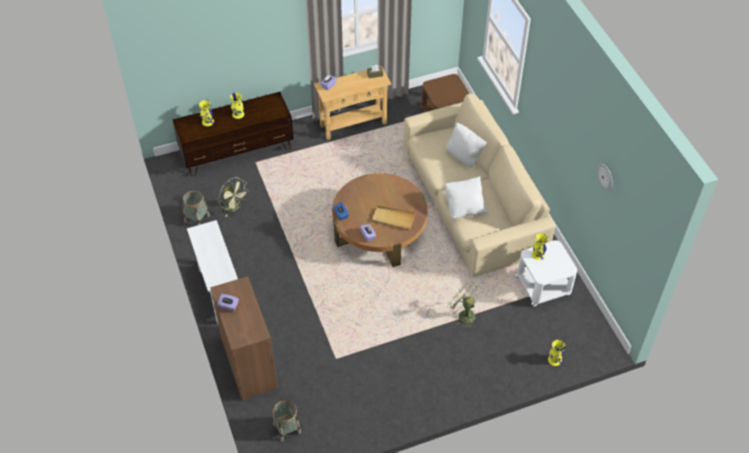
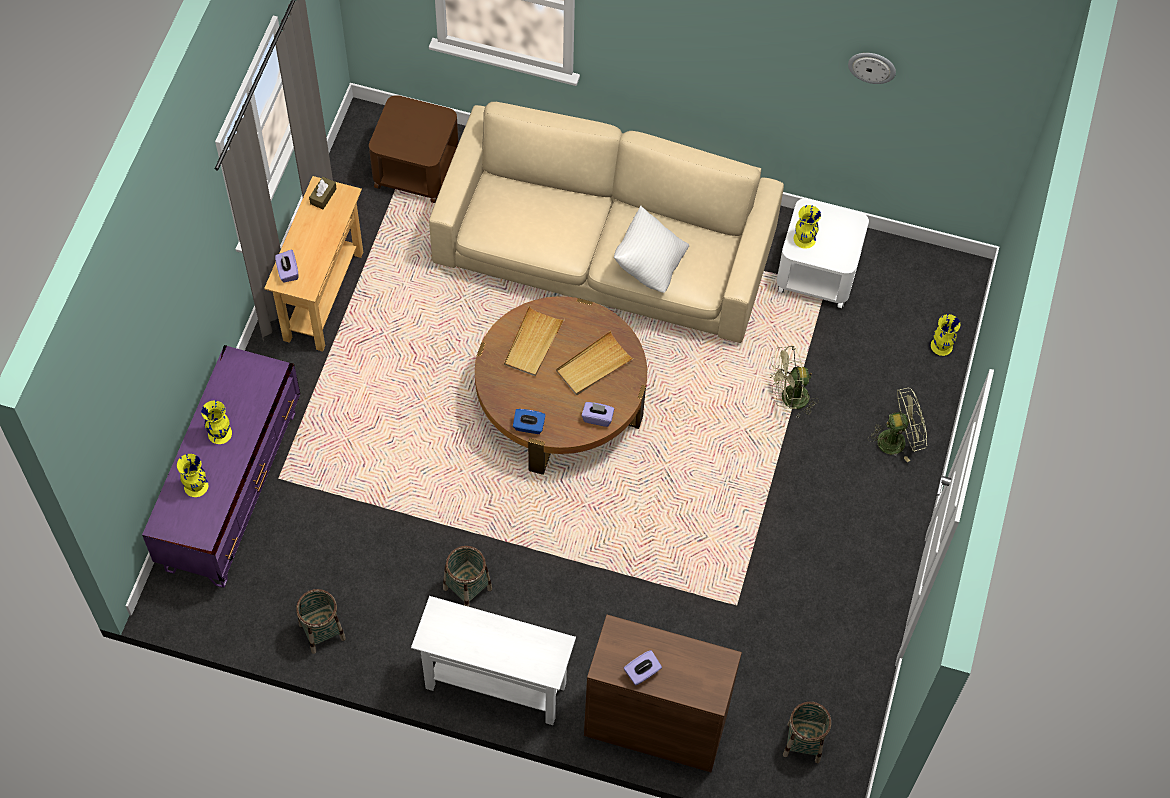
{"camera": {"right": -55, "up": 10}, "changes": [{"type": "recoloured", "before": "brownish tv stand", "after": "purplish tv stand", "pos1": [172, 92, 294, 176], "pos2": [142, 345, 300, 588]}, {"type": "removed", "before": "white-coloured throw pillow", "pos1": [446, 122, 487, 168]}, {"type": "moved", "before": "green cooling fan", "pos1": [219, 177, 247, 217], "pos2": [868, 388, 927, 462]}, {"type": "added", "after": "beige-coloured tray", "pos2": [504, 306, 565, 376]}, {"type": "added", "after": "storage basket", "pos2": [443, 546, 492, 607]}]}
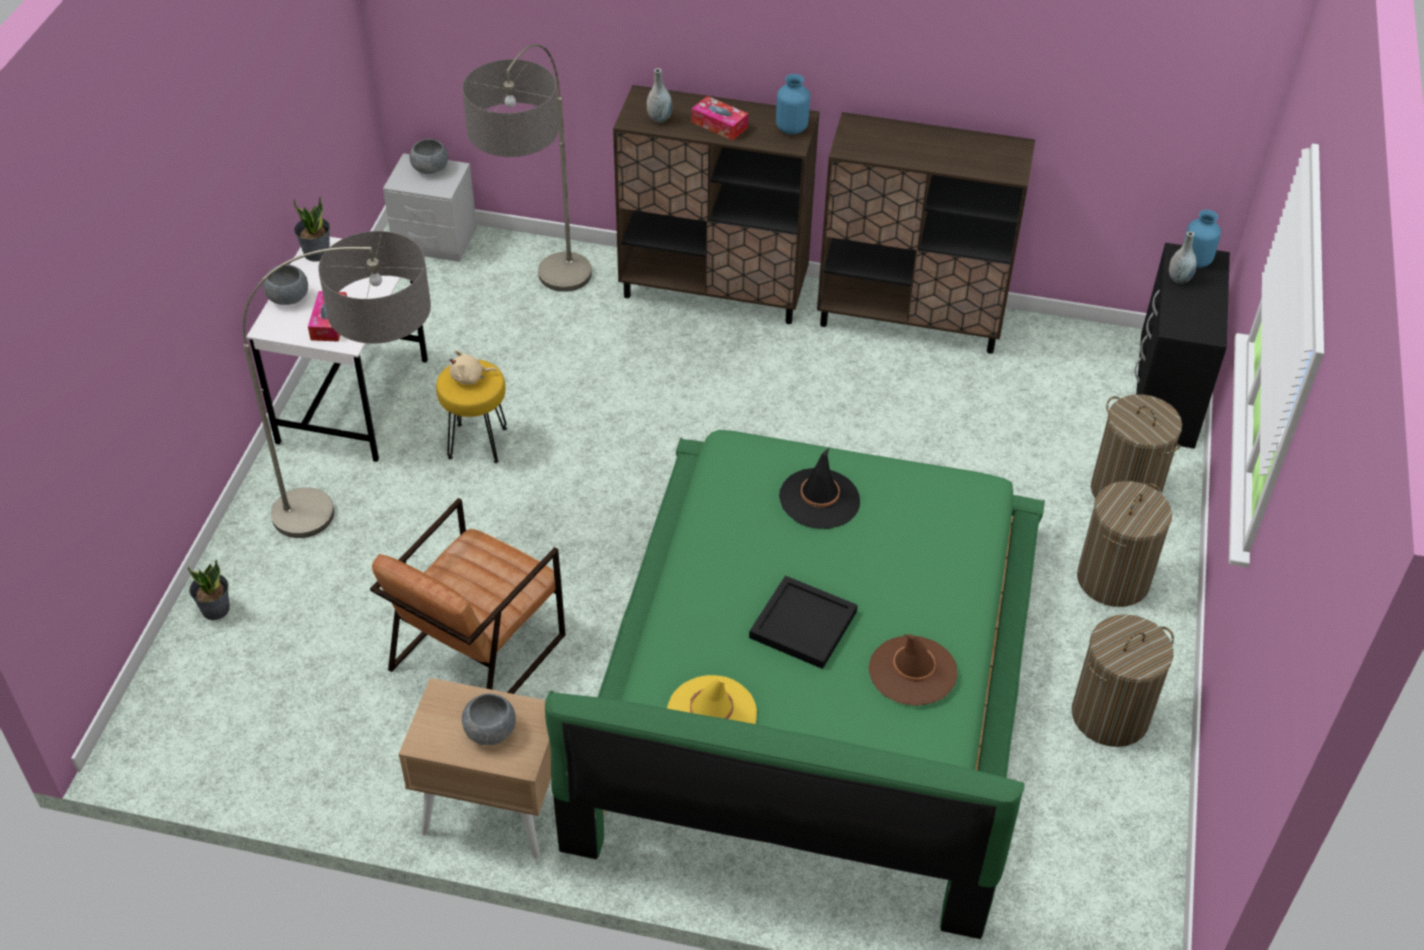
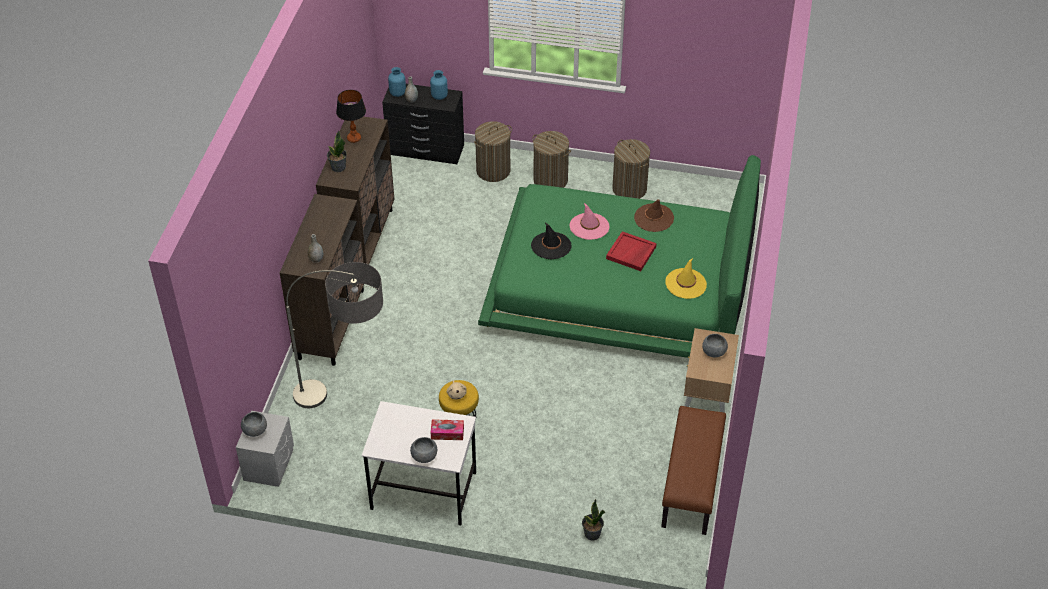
{"camera": {"right": -90, "up": 0}, "changes": [{"type": "moved", "before": "blue-coloured vase", "pos1": [776, 74, 810, 134], "pos2": [430, 70, 448, 100]}, {"type": "removed", "before": "tissue holder", "pos1": [692, 96, 748, 141]}, {"type": "moved", "before": "houseplant", "pos1": [294, 196, 330, 262], "pos2": [327, 130, 347, 172]}, {"type": "removed", "before": "standing lamp", "pos1": [242, 231, 431, 538]}, {"type": "removed", "before": "brownish easy chair", "pos1": [370, 498, 566, 694]}, {"type": "recoloured", "before": "black-coloured tray", "after": "red tray", "pos1": [749, 575, 858, 669], "pos2": [606, 231, 657, 271]}, {"type": "added", "after": "table lamp", "pos2": [336, 90, 366, 143]}, {"type": "added", "after": "pink-coloured wearable hat", "pos2": [569, 203, 609, 240]}, {"type": "added", "after": "brownish indoor bench", "pos2": [661, 406, 726, 535]}]}
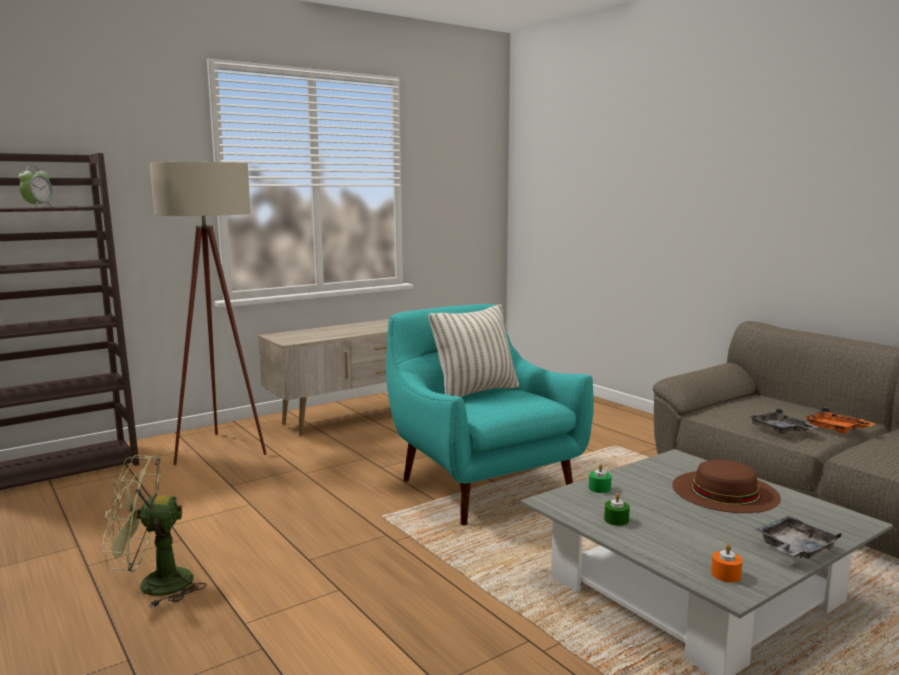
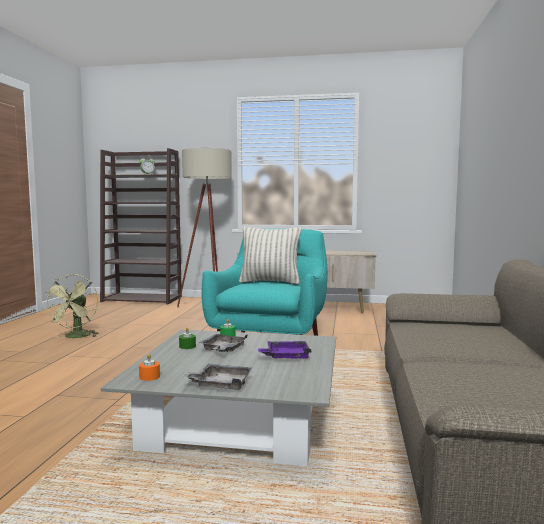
{"camera": {"right": 45, "up": -5}, "changes": [{"type": "removed", "before": "orange-coloured tray", "pos1": [804, 407, 876, 434]}, {"type": "moved", "before": "greyish tray", "pos1": [747, 408, 818, 434], "pos2": [199, 334, 247, 352]}, {"type": "turned", "before": "green cooling fan", "pos1": [103, 455, 207, 608], "pos2": [43, 274, 99, 338], "turn": -120}, {"type": "replaced", "before": "brownish wearable hat", "after": "purplish tray", "pos1": [672, 460, 781, 513], "pos2": [258, 341, 312, 358]}]}
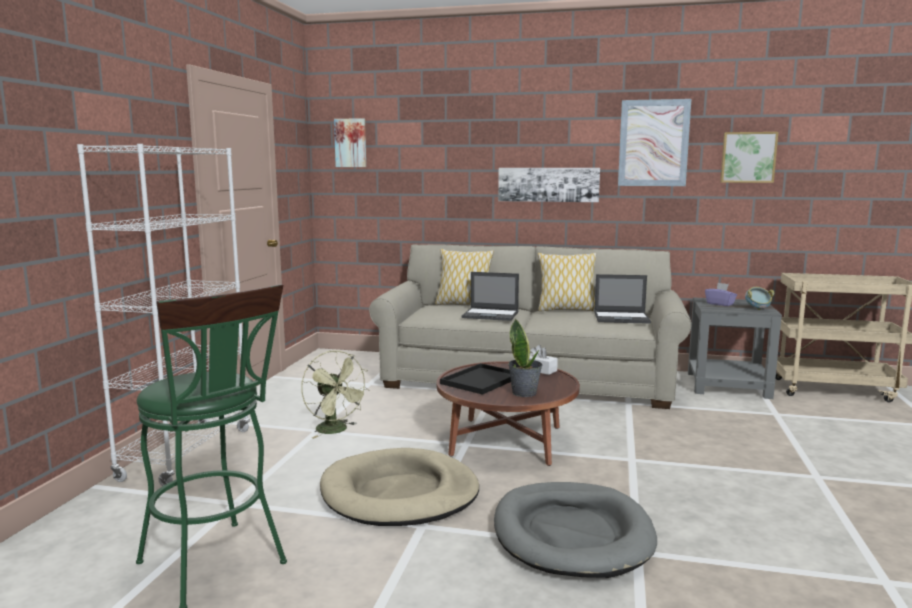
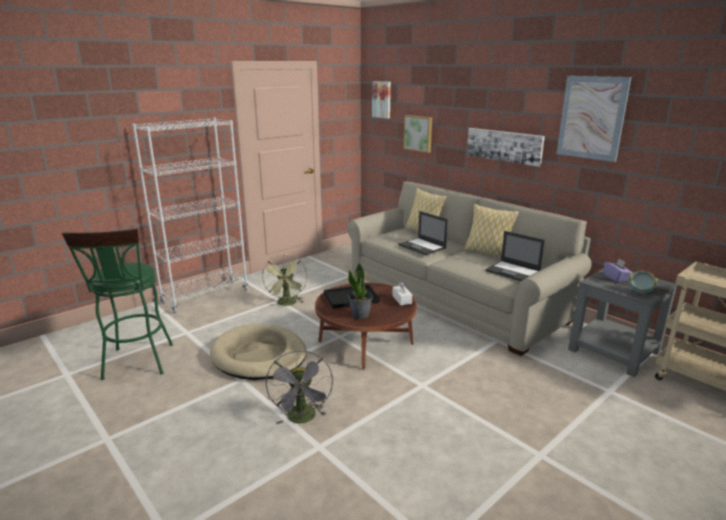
{"camera": {"right": 35, "up": 10}, "changes": [{"type": "moved", "before": "picture", "pos1": [720, 132, 778, 183], "pos2": [403, 115, 432, 153]}, {"type": "replaced", "before": "greyish dog cushion", "after": "greyish cooling fan", "pos1": [494, 482, 657, 578], "pos2": [266, 351, 333, 424]}]}
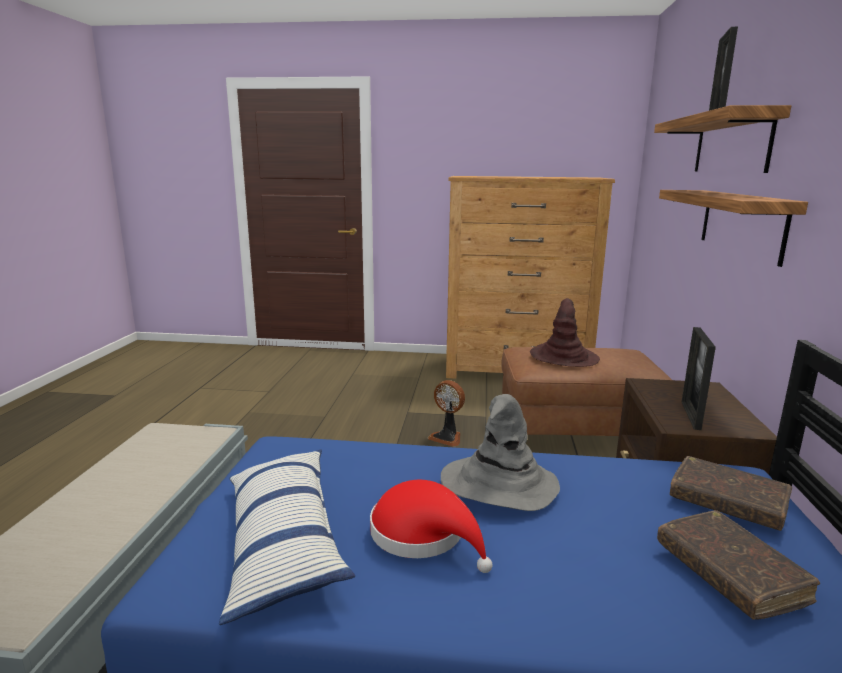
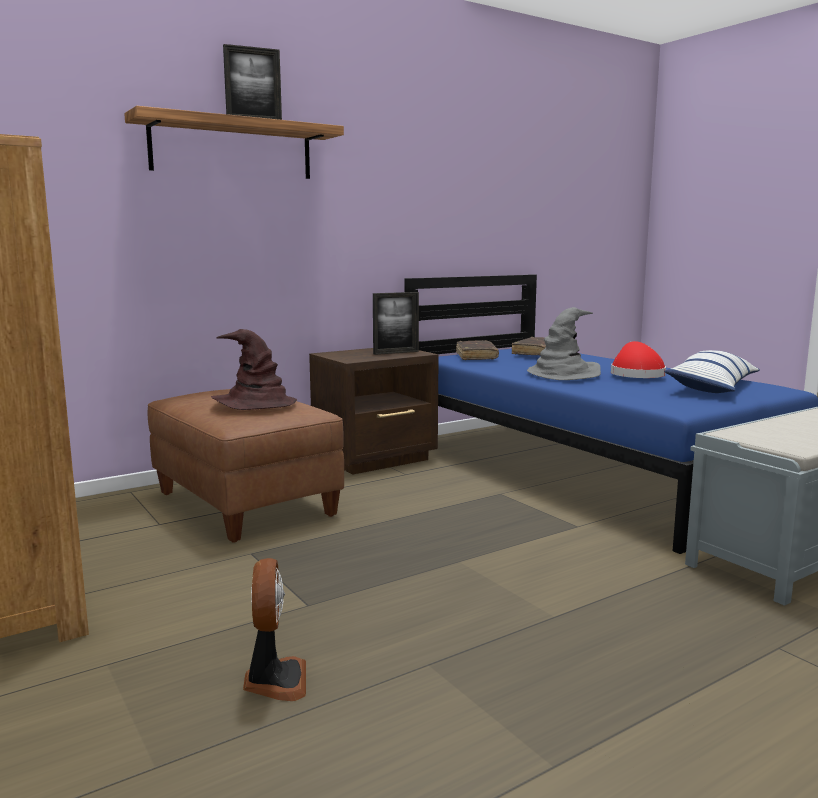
{"camera": {"right": -130, "up": -5}, "changes": [{"type": "removed", "before": "shelf", "pos1": [659, 190, 808, 267]}, {"type": "moved", "before": "cooling fan", "pos1": [428, 380, 465, 447], "pos2": [243, 558, 306, 701]}]}
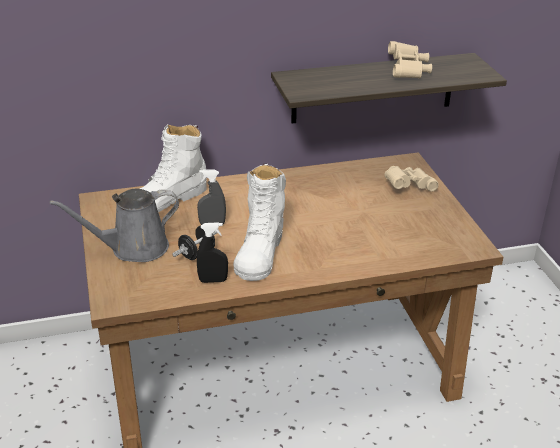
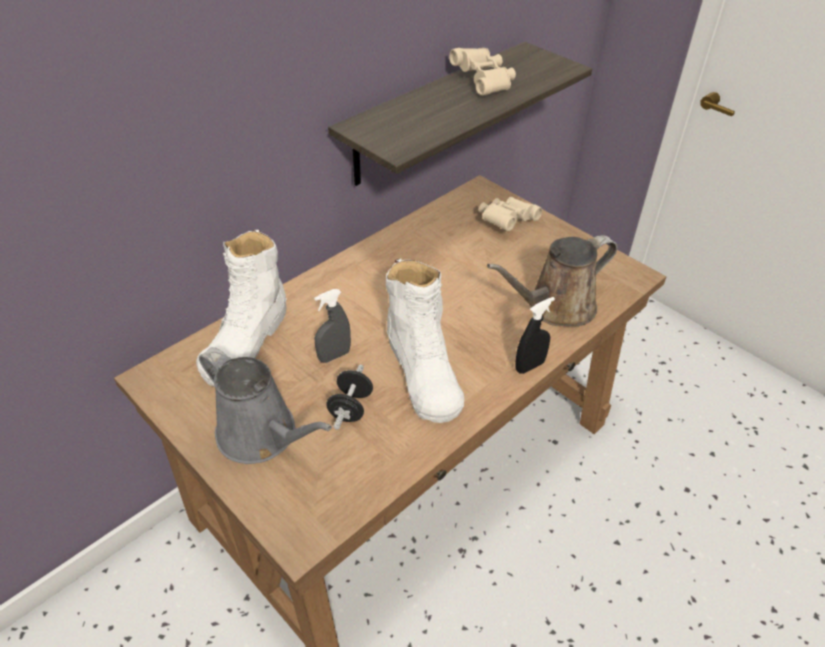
{"camera": {"right": -30, "up": 10}, "changes": [{"type": "turned", "before": "greyish watering pot", "pos1": [50, 189, 179, 262], "pos2": [199, 347, 332, 464], "turn": -90}, {"type": "moved", "before": "black-coloured hand sprayer", "pos1": [197, 222, 228, 283], "pos2": [515, 297, 555, 374]}, {"type": "added", "after": "brownish watering pot", "pos2": [487, 235, 617, 326]}]}
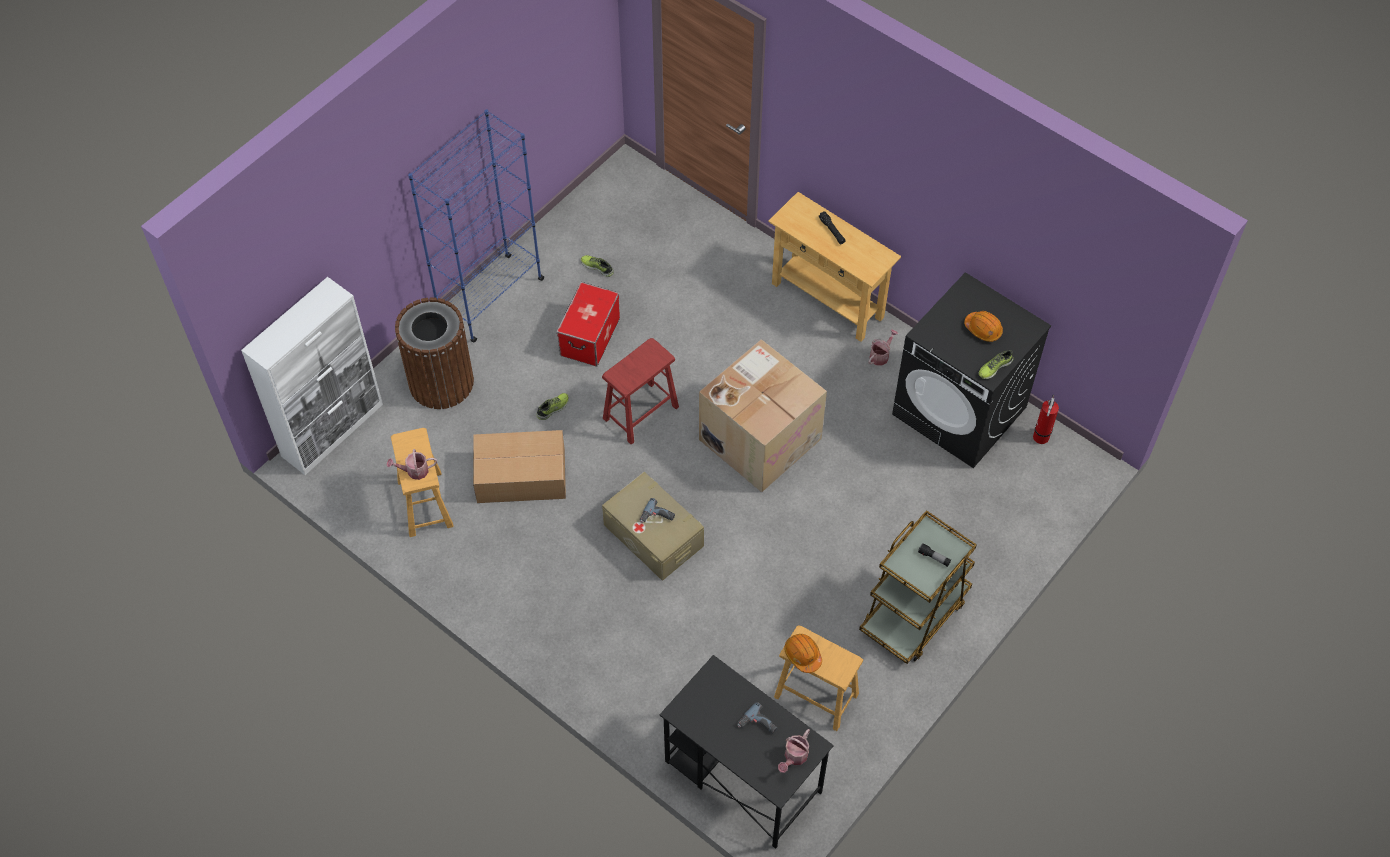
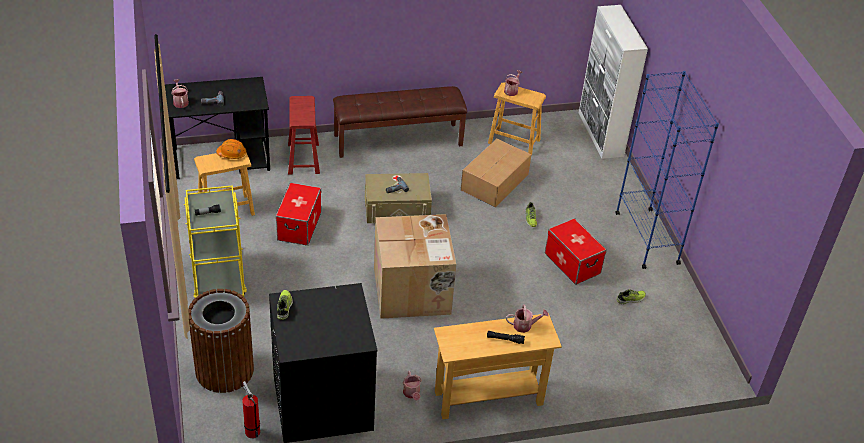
{"camera": {"right": 125, "up": -15}, "changes": [{"type": "moved", "before": "brownish trash can", "pos1": [395, 297, 474, 409], "pos2": [188, 289, 254, 393]}, {"type": "removed", "before": "orange-coloured work helmet", "pos1": [964, 311, 1003, 342]}, {"type": "moved", "before": "red stool", "pos1": [602, 338, 679, 444], "pos2": [288, 96, 320, 174]}, {"type": "recoloured", "before": "brownish wheeled cart", "after": "yellow wheeled cart", "pos1": [859, 510, 977, 664], "pos2": [184, 185, 247, 298]}, {"type": "added", "after": "brownish indoor bench", "pos2": [333, 86, 467, 158]}, {"type": "added", "after": "storage bin", "pos2": [276, 182, 321, 246]}, {"type": "added", "after": "watering pot", "pos2": [506, 305, 549, 333]}]}
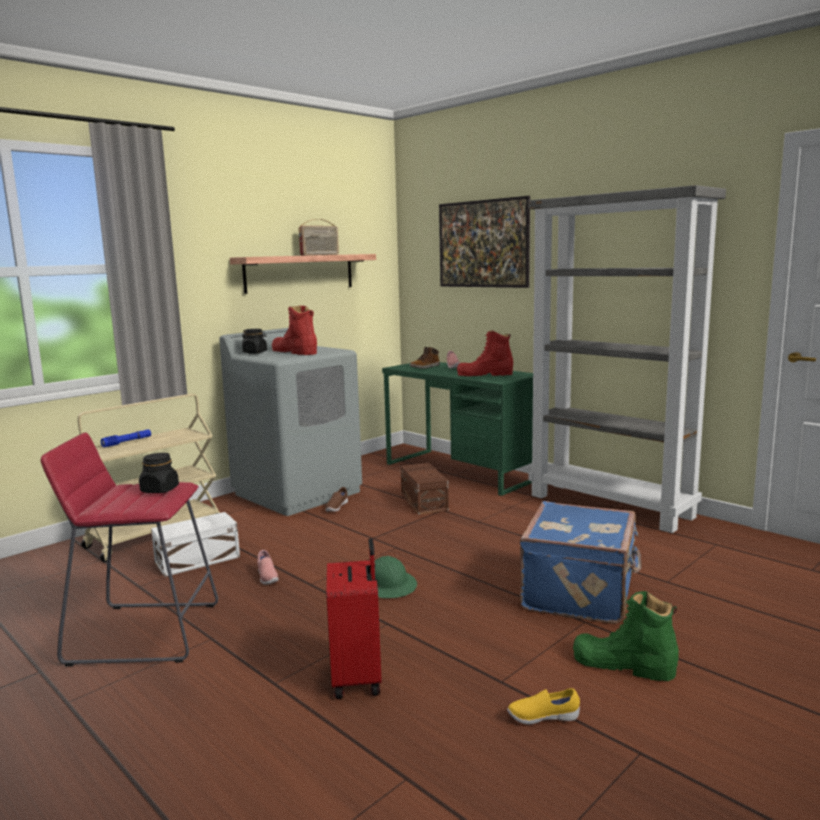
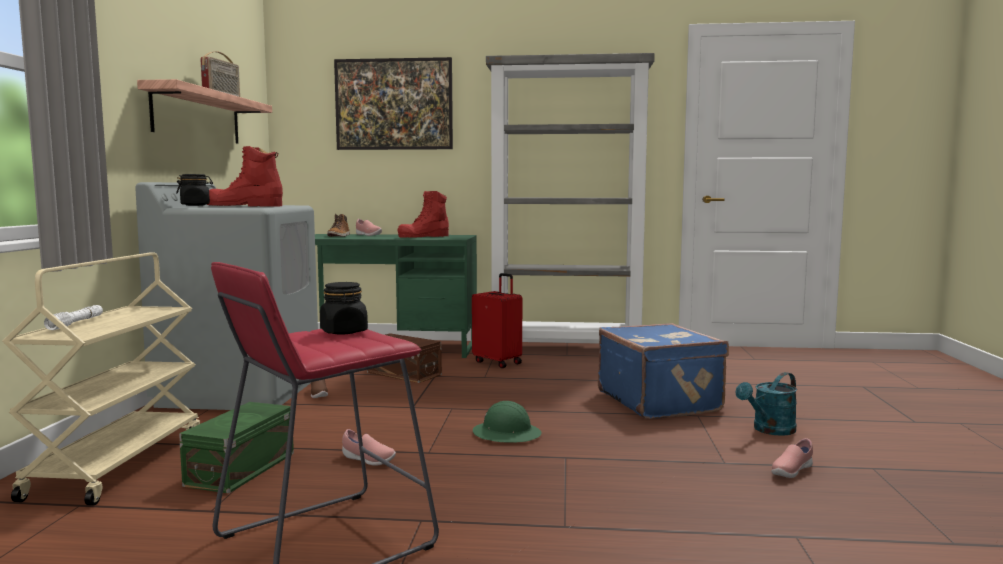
{"camera": {"right": -40, "up": -5}, "changes": [{"type": "recoloured", "before": "blue-coloured torch", "after": "white-coloured torch", "pos1": [101, 429, 151, 447], "pos2": [44, 305, 103, 330]}, {"type": "recoloured", "before": "white-coloured storage bin", "after": "green storage bin", "pos1": [151, 512, 240, 577], "pos2": [179, 402, 294, 494]}, {"type": "moved", "before": "red travel case", "pos1": [326, 538, 382, 699], "pos2": [472, 273, 522, 368]}, {"type": "replaced", "before": "green high-top boot", "after": "turquoise watering pot", "pos1": [573, 591, 679, 681], "pos2": [735, 372, 797, 436]}, {"type": "recoloured", "before": "yellow shoe", "after": "pink-coloured shoe", "pos1": [507, 688, 580, 724], "pos2": [771, 438, 813, 478]}]}
